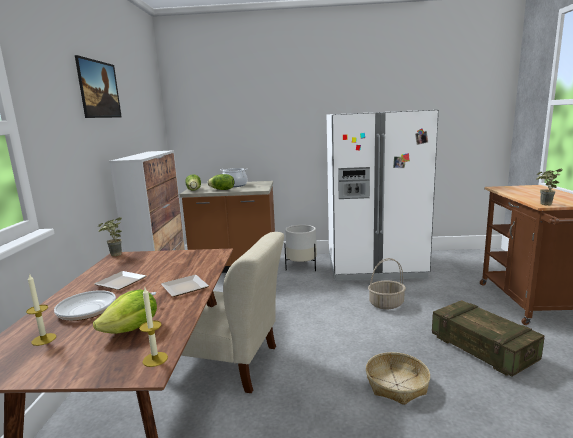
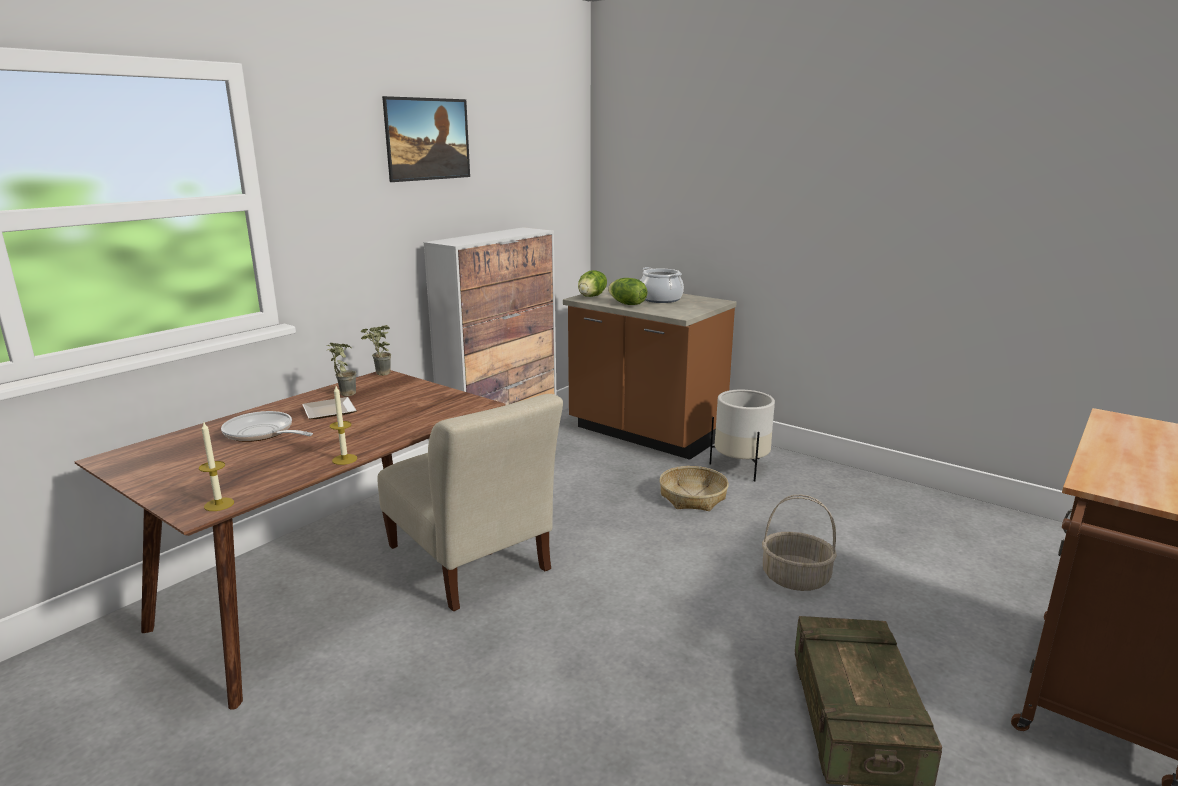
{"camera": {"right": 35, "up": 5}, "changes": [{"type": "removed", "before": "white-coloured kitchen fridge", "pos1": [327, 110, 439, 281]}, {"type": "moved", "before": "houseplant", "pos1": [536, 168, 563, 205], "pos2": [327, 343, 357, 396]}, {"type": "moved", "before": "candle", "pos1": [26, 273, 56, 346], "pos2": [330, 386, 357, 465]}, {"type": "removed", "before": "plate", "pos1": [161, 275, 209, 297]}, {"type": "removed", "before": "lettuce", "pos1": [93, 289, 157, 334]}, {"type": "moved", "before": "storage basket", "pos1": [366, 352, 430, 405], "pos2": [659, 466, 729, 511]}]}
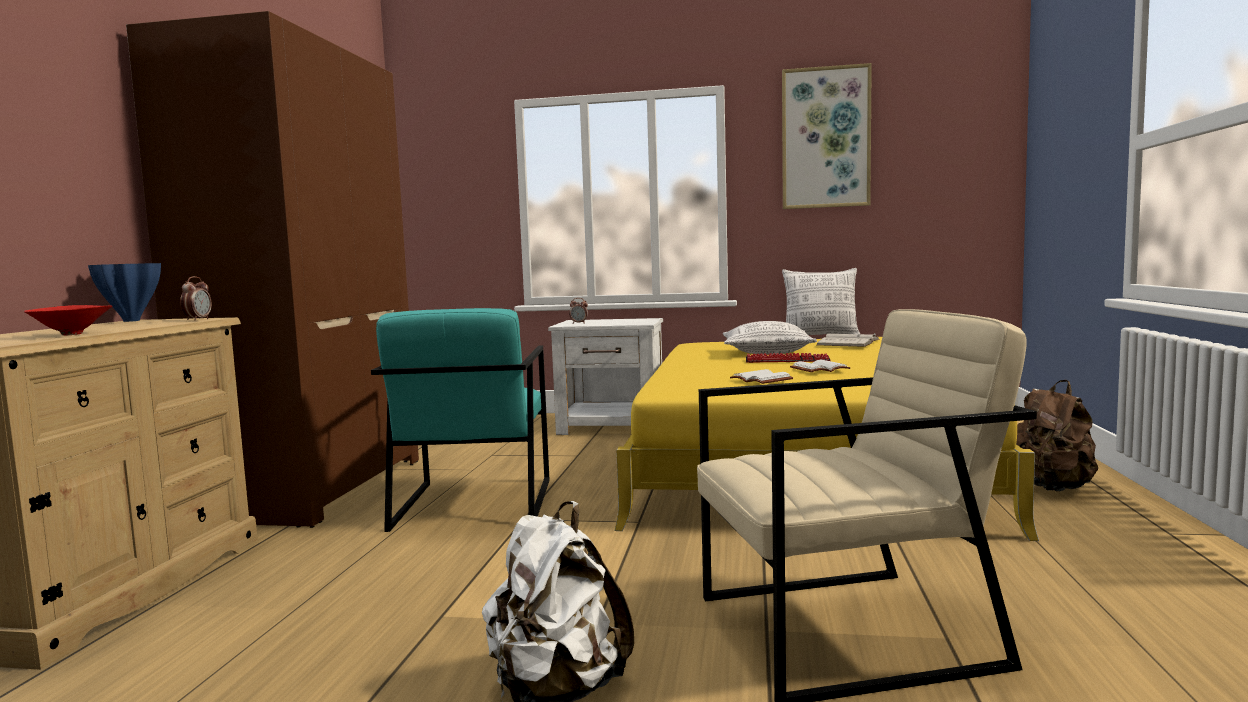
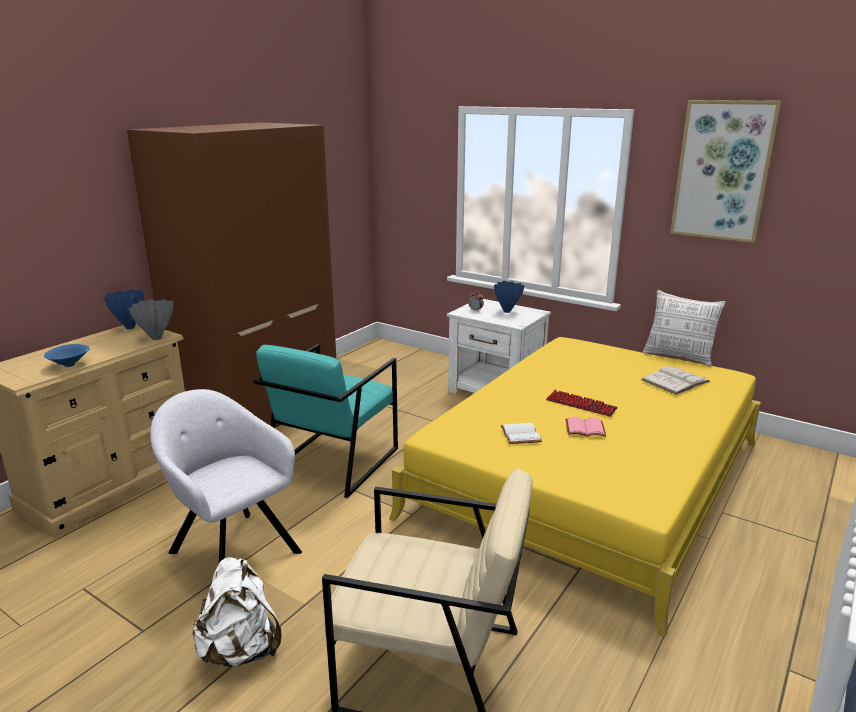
{"camera": {"right": 25, "up": 15}, "changes": [{"type": "replaced", "before": "table clock", "after": "greyish vase", "pos1": [180, 276, 212, 321], "pos2": [129, 299, 174, 340]}, {"type": "recoloured", "before": "red serving bowl", "after": "blue-coloured serving bowl", "pos1": [24, 305, 113, 335], "pos2": [44, 344, 90, 367]}, {"type": "removed", "before": "throw pillow", "pos1": [723, 321, 817, 355]}, {"type": "recoloured", "before": "white-coloured volume", "after": "pink-coloured volume", "pos1": [790, 360, 850, 372], "pos2": [566, 417, 606, 437]}, {"type": "removed", "before": "brownish backpack", "pos1": [1016, 380, 1098, 492]}, {"type": "added", "after": "blue-coloured vase", "pos2": [494, 281, 524, 313]}, {"type": "added", "after": "greyish easy chair", "pos2": [150, 389, 302, 563]}]}
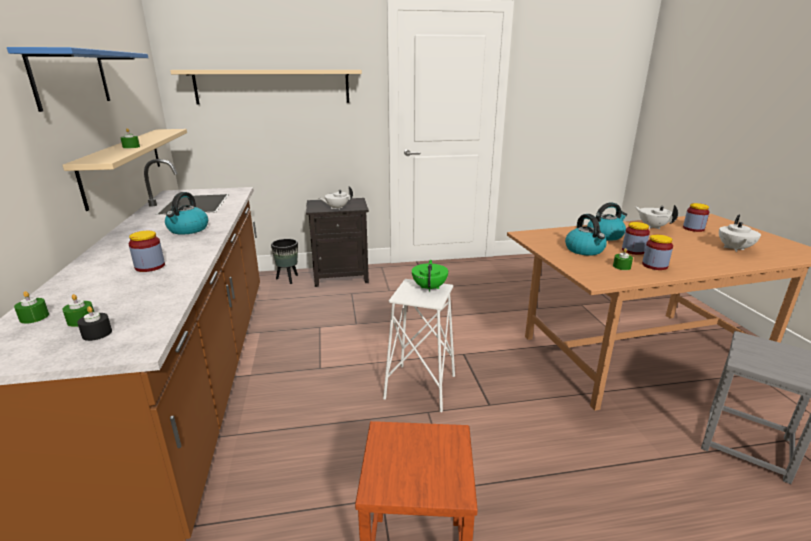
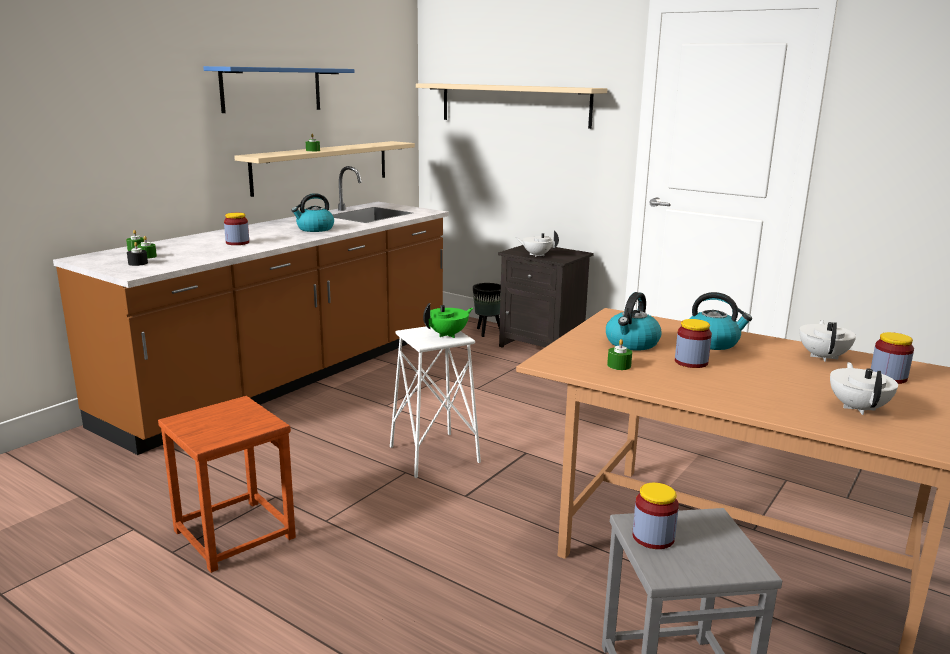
{"camera": {"right": 45, "up": -5}, "changes": [{"type": "turned", "before": "white-coloured tea pot", "pos1": [719, 214, 761, 252], "pos2": [830, 362, 898, 415], "turn": 120}, {"type": "moved", "before": "storage jar", "pos1": [642, 235, 673, 270], "pos2": [633, 483, 679, 549]}]}
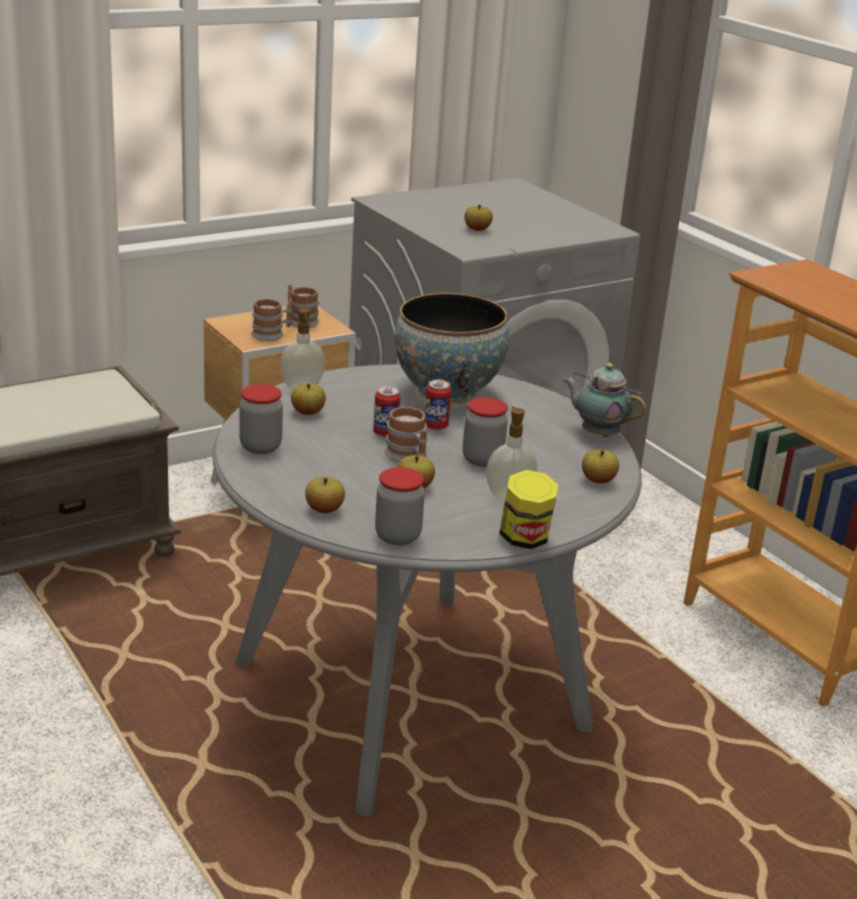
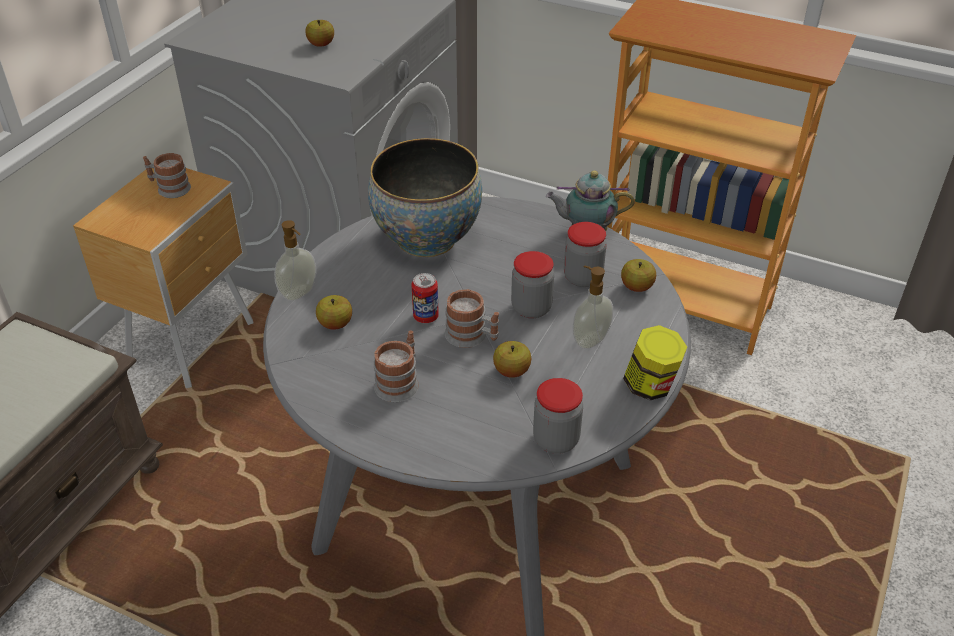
{"camera": {"right": -30, "up": 15}, "changes": [{"type": "moved", "before": "coffee mug", "pos1": [251, 299, 293, 341], "pos2": [374, 330, 419, 402]}, {"type": "removed", "before": "sealed can", "pos1": [425, 380, 451, 430]}, {"type": "moved", "before": "storage jar", "pos1": [239, 384, 283, 454], "pos2": [564, 222, 607, 287]}, {"type": "removed", "before": "apple fruit", "pos1": [305, 477, 345, 513]}]}
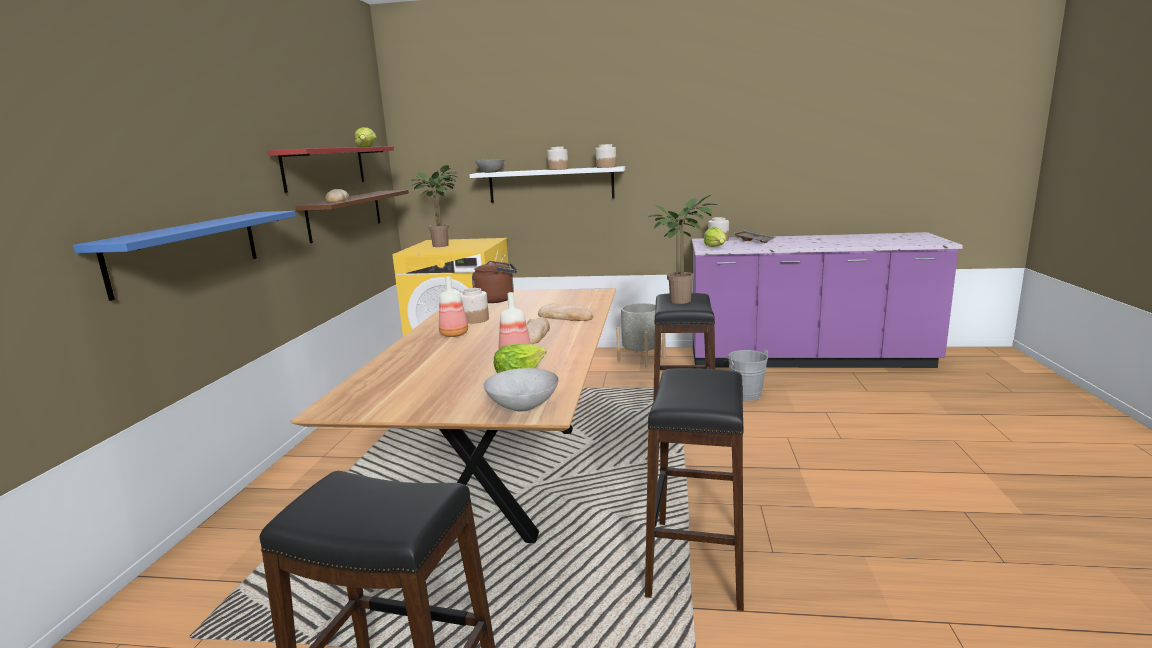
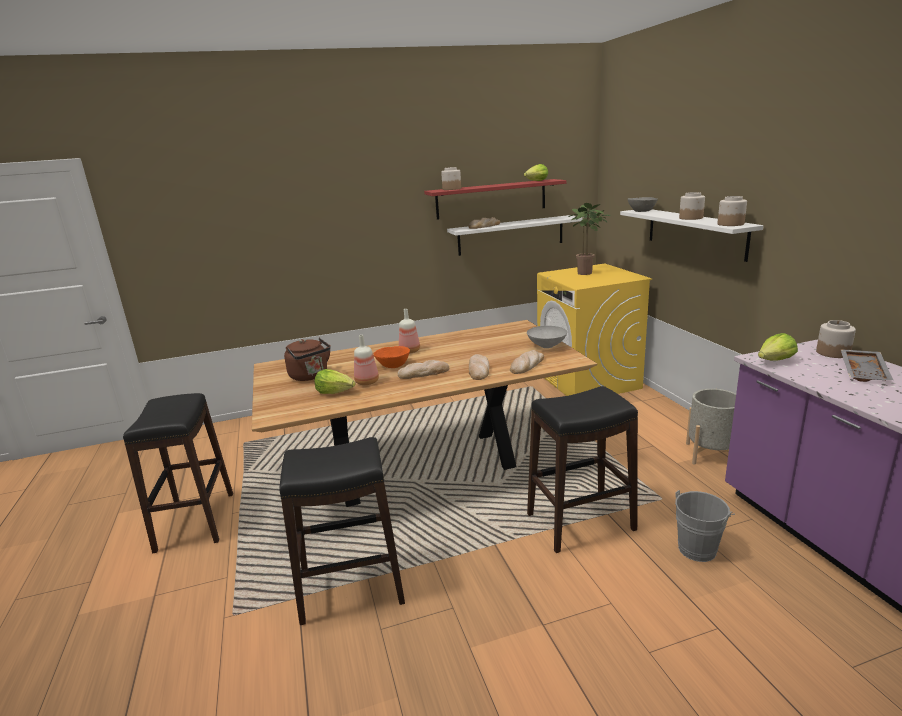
{"camera": {"right": 65, "up": 5}, "changes": [{"type": "recoloured", "before": "brownish shelf", "after": "white-coloured shelf", "pos1": [295, 190, 409, 243], "pos2": [447, 215, 583, 256]}, {"type": "removed", "before": "houseplant", "pos1": [648, 195, 717, 304]}, {"type": "removed", "before": "blue-coloured shelf", "pos1": [73, 211, 296, 301]}, {"type": "moved", "before": "brownish water kettle", "pos1": [472, 261, 517, 303], "pos2": [284, 337, 331, 381]}, {"type": "moved", "before": "storage jar", "pos1": [460, 288, 489, 324], "pos2": [441, 167, 461, 190]}, {"type": "moved", "before": "greyish serving bowl", "pos1": [483, 368, 559, 412], "pos2": [527, 326, 567, 348]}, {"type": "added", "after": "orange-coloured serving bowl", "pos2": [374, 346, 410, 368]}, {"type": "added", "after": "bakery bread", "pos2": [510, 350, 544, 374]}]}
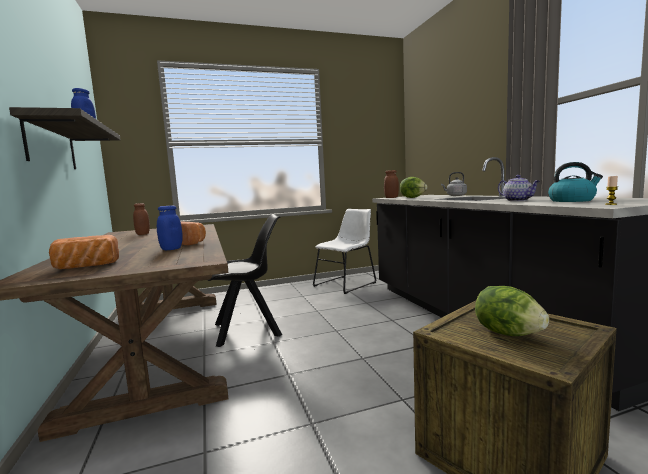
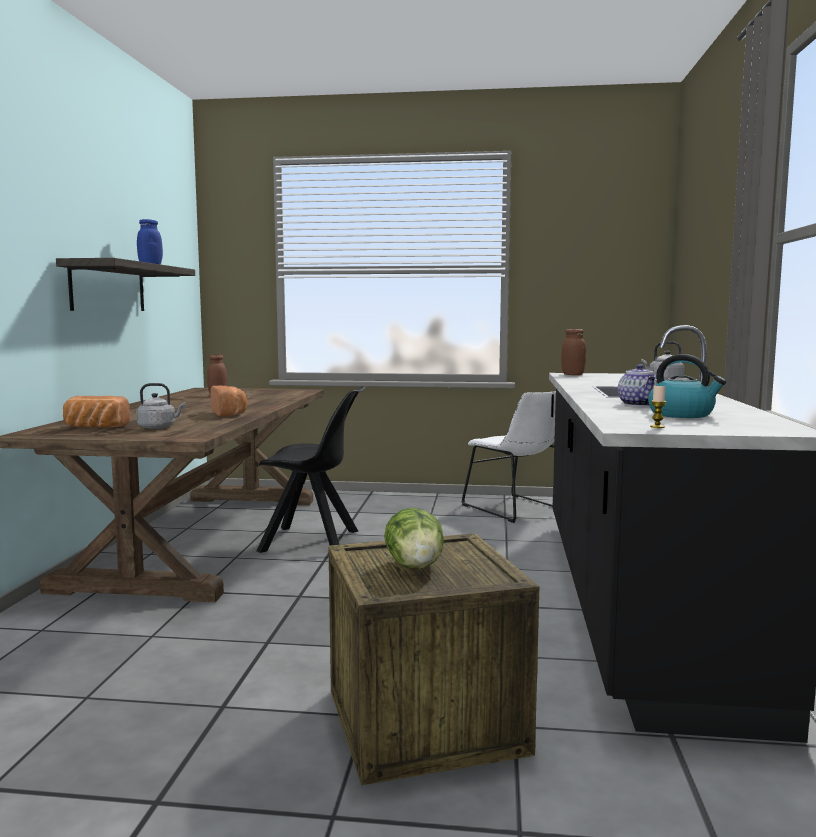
{"camera": {"right": 25, "up": 0}, "changes": [{"type": "removed", "before": "lettuce", "pos1": [400, 177, 428, 198]}, {"type": "removed", "before": "blue-coloured storage jar", "pos1": [157, 205, 183, 250]}, {"type": "turned", "before": "white-coloured upright chair", "pos1": [313, 209, 376, 294], "pos2": [461, 391, 556, 523], "turn": 75}, {"type": "added", "after": "greyish water kettle", "pos2": [136, 383, 185, 429]}]}
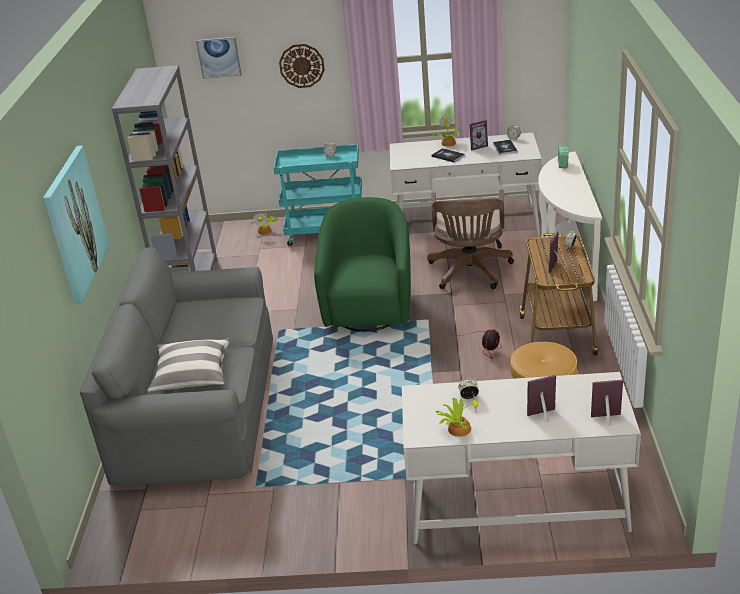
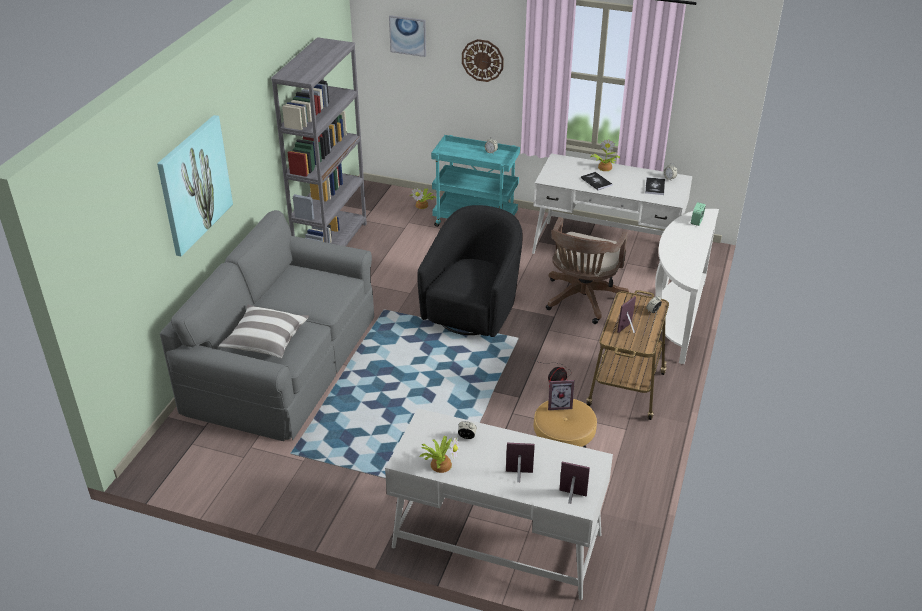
{"camera": {"right": 15, "up": 5}, "changes": [{"type": "moved", "before": "picture frame", "pos1": [470, 120, 488, 151], "pos2": [548, 380, 575, 410]}, {"type": "recoloured", "before": "green easy chair", "after": "black-coloured easy chair", "pos1": [314, 197, 411, 332], "pos2": [418, 205, 523, 337]}]}
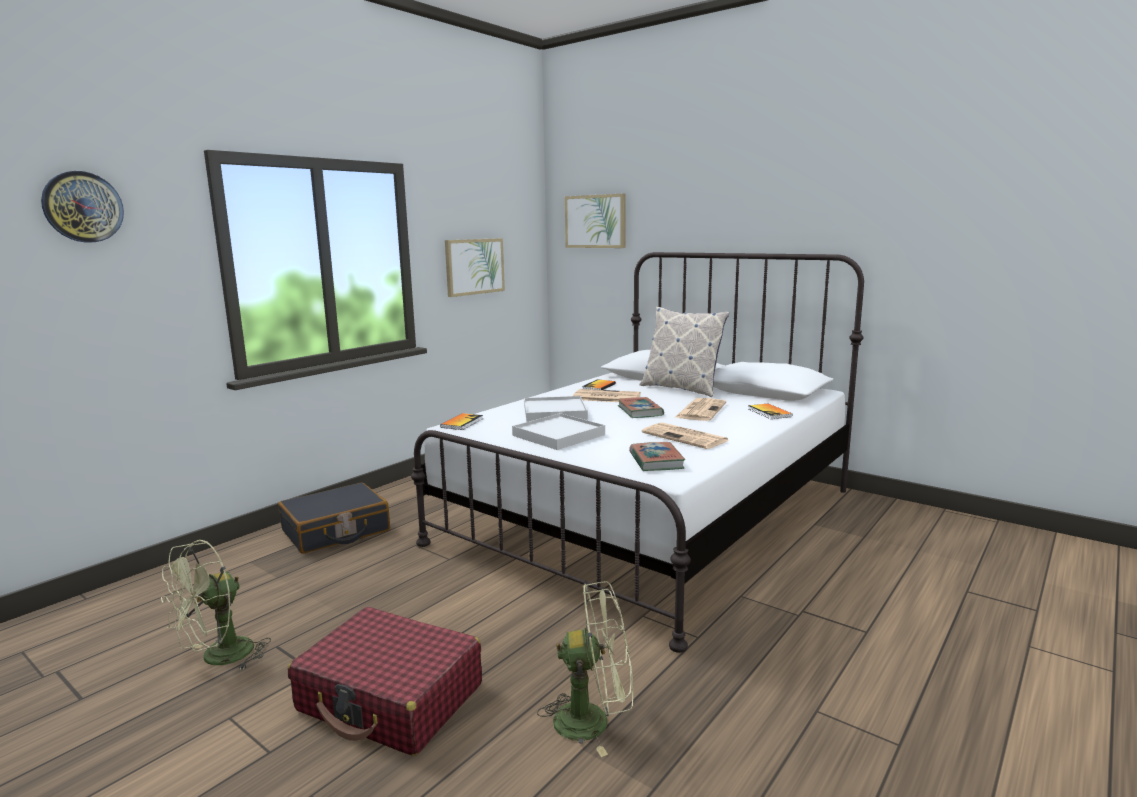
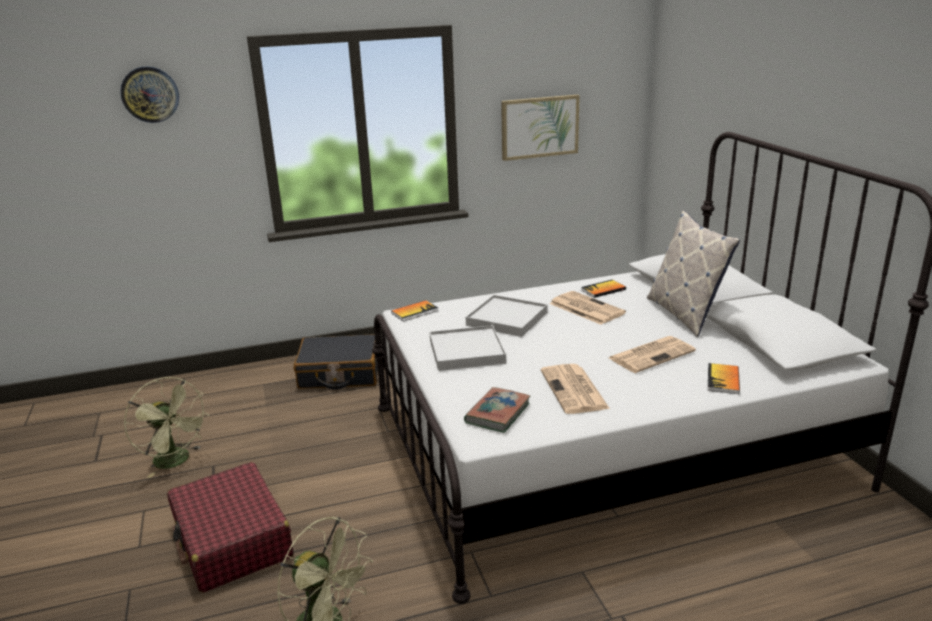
{"camera": {"right": 35, "up": 10}, "changes": [{"type": "removed", "before": "picture", "pos1": [565, 194, 626, 248]}, {"type": "removed", "before": "volume", "pos1": [617, 397, 664, 418]}, {"type": "turned", "before": "green cooling fan", "pos1": [161, 540, 271, 670], "pos2": [124, 377, 209, 478], "turn": -120}]}
